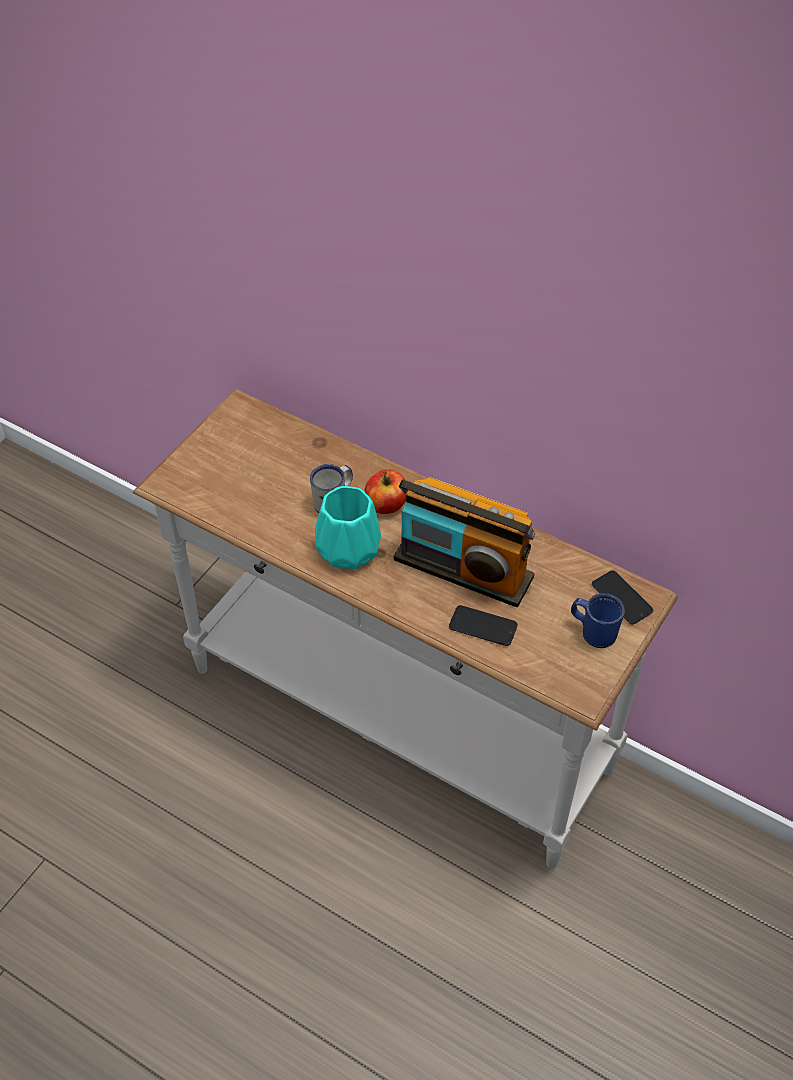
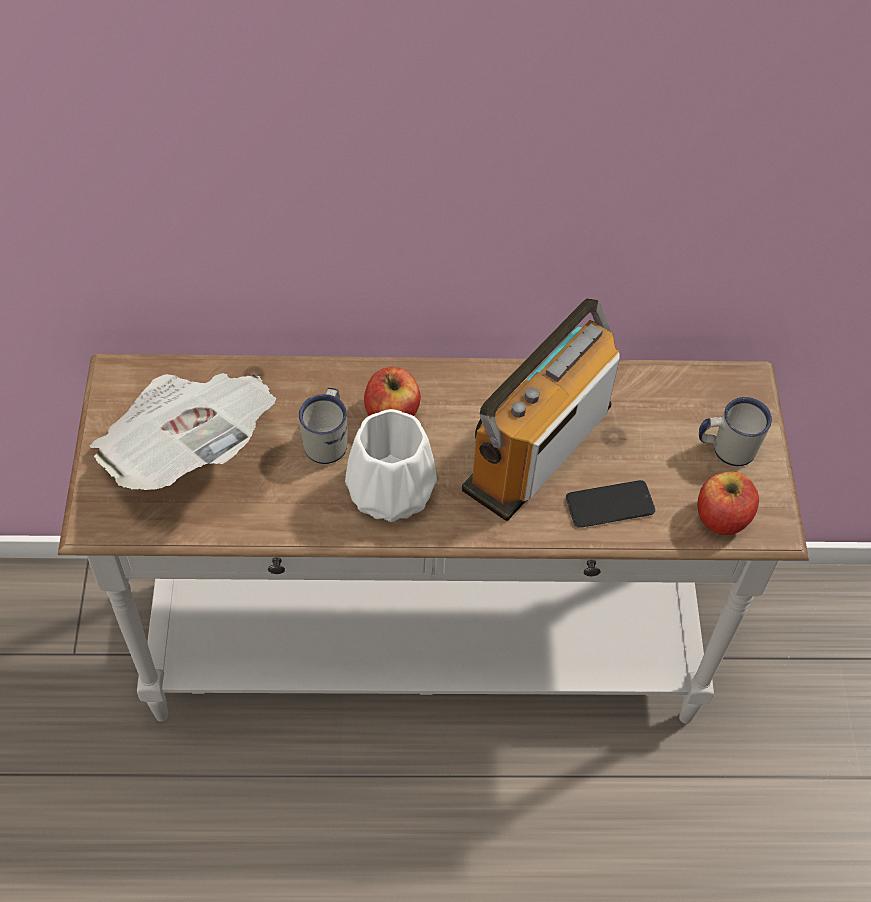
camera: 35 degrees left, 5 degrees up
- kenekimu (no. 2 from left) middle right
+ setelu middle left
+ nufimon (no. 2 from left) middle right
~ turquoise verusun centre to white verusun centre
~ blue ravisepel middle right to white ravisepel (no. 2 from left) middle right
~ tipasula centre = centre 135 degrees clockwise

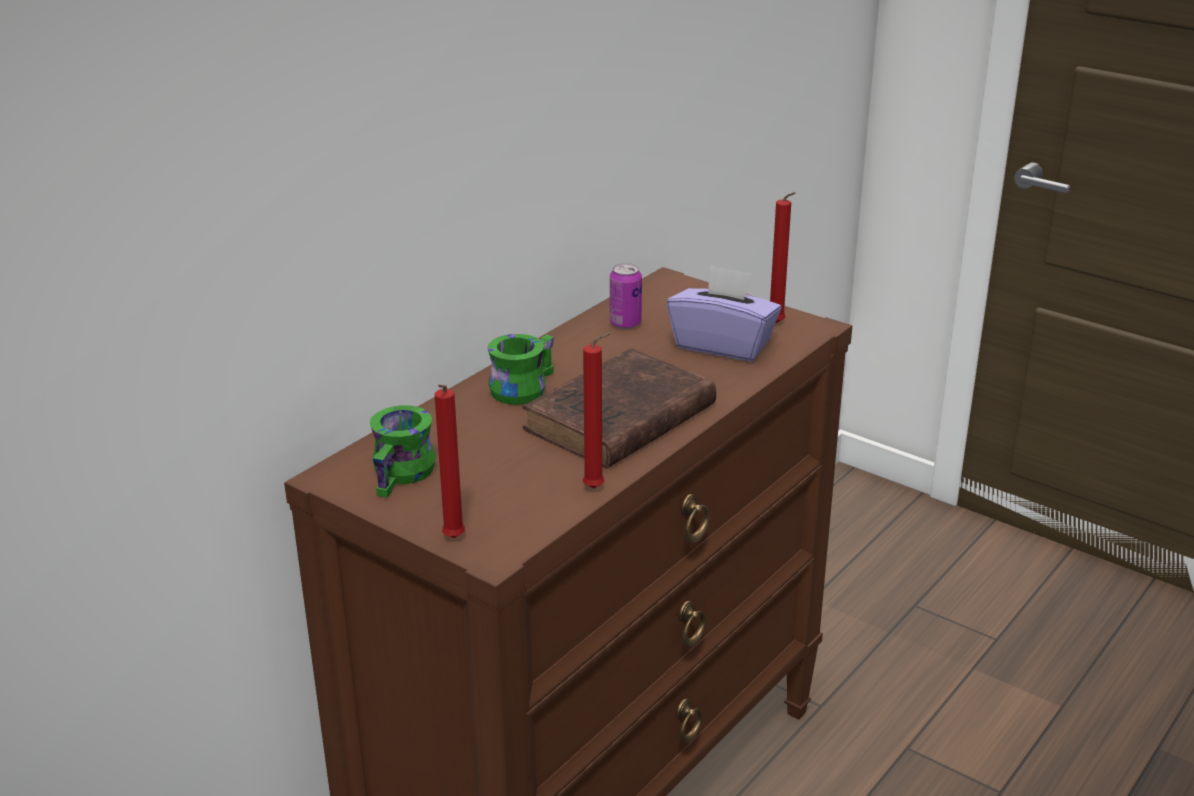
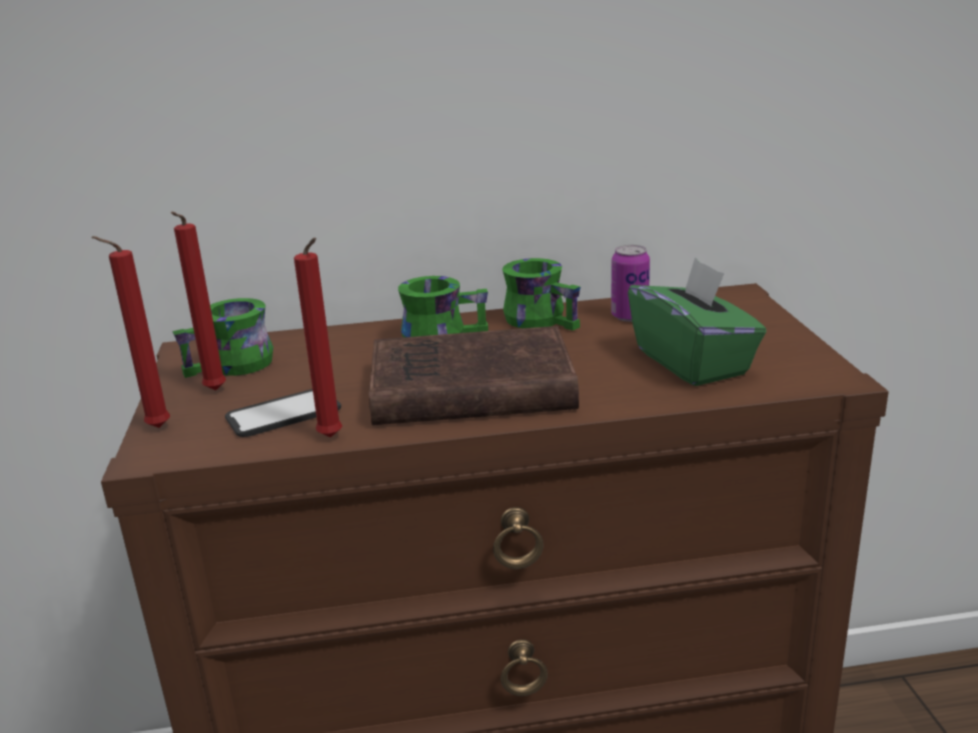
camera: 45 degrees right, 5 degrees down
+ kenekimu middle left
+ green ravisepel (no. 3 from left) centre
~ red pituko (no. 3 from left in the first image) top centre to red pituko (no. 2 from left) middle left
~ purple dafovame centre to green dafovame middle right

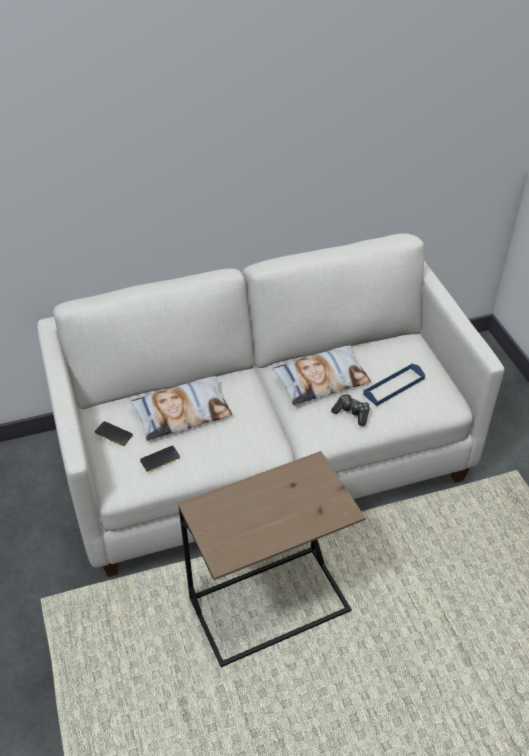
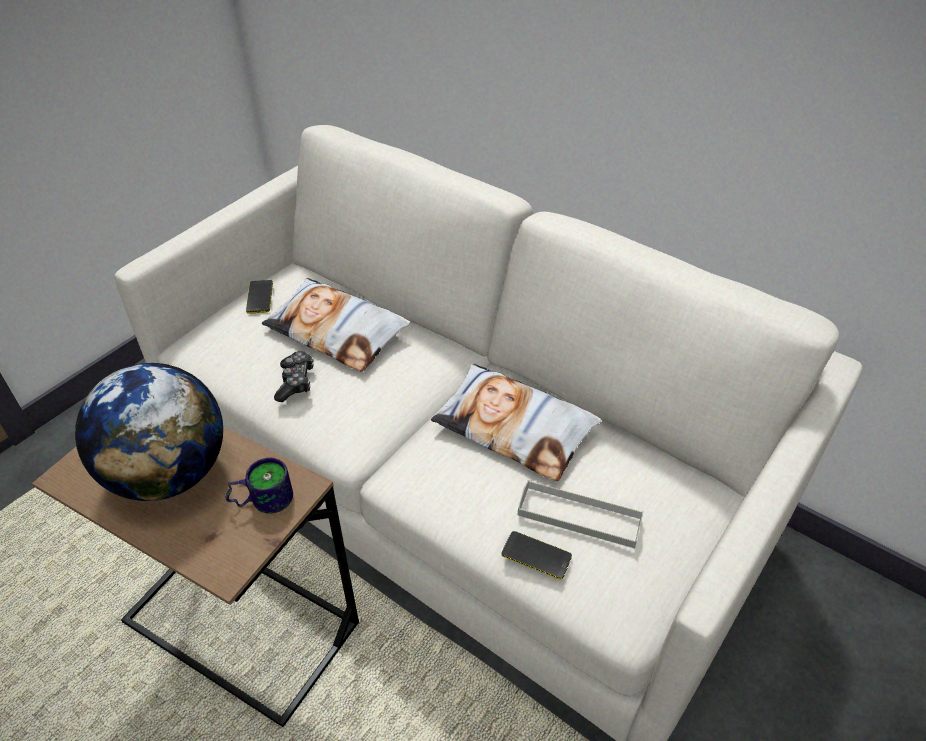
camera: 55 degrees right, 0 degrees up
+ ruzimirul middle left
+ ravisepel middle left
~ kenekimu (no. 2 from left) middle left to bottom centre
~ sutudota centre to middle left
~ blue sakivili middle right to grey sakivili bottom centre

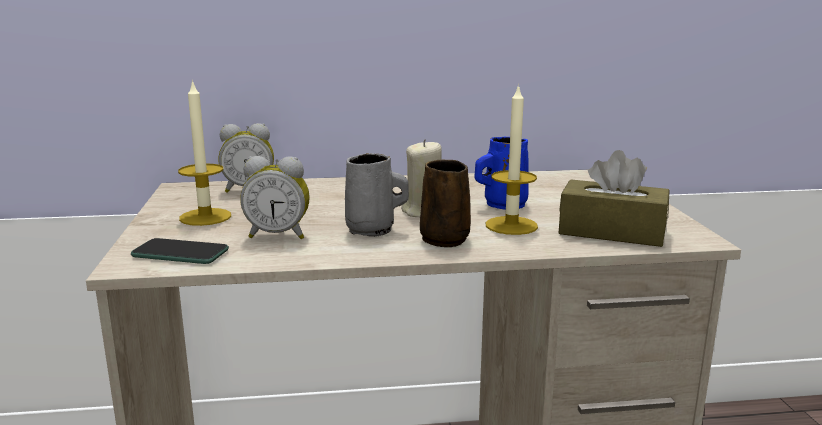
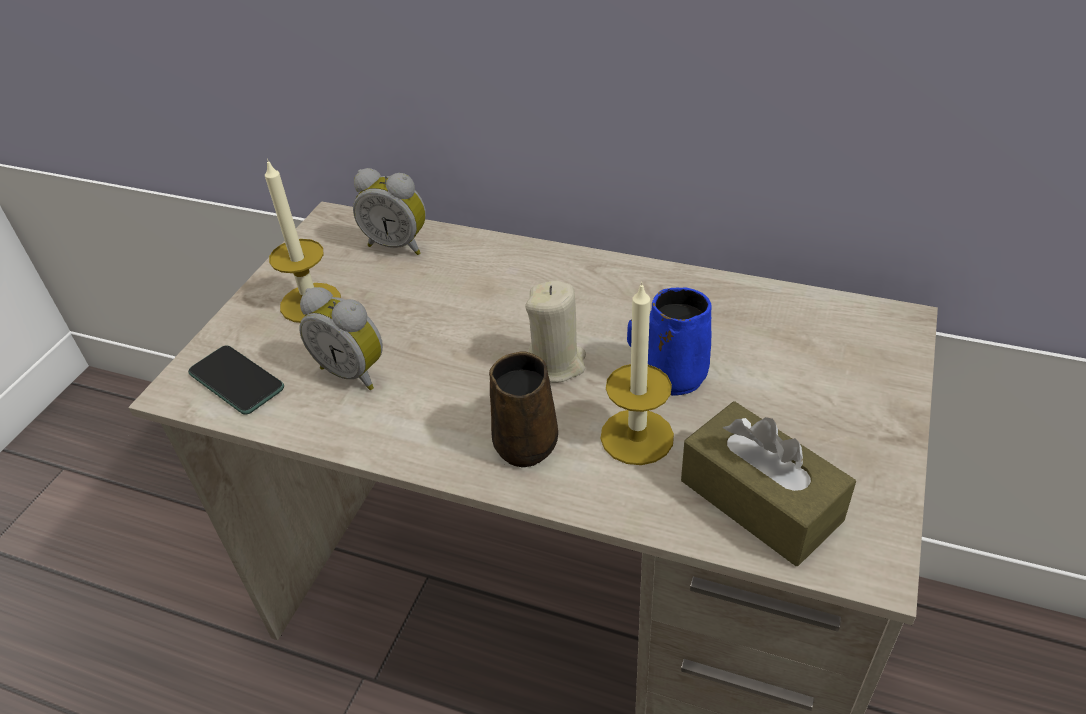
camera: 30 degrees right, 25 degrees up
- grey ravisepel centre

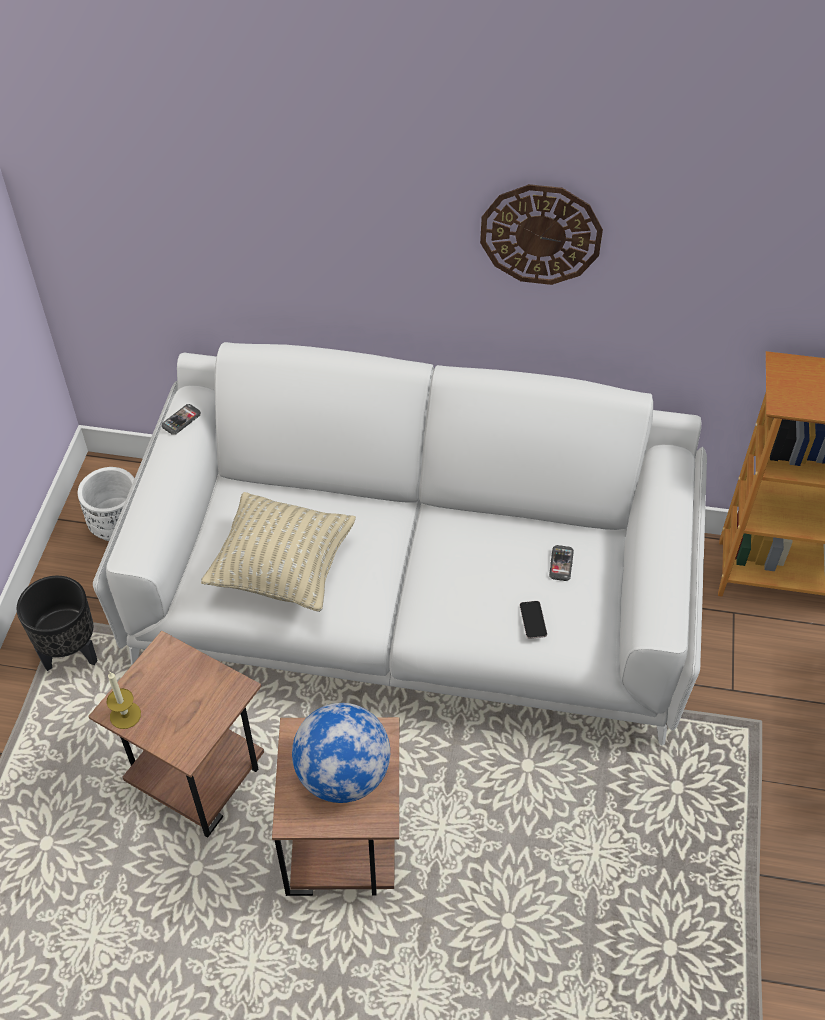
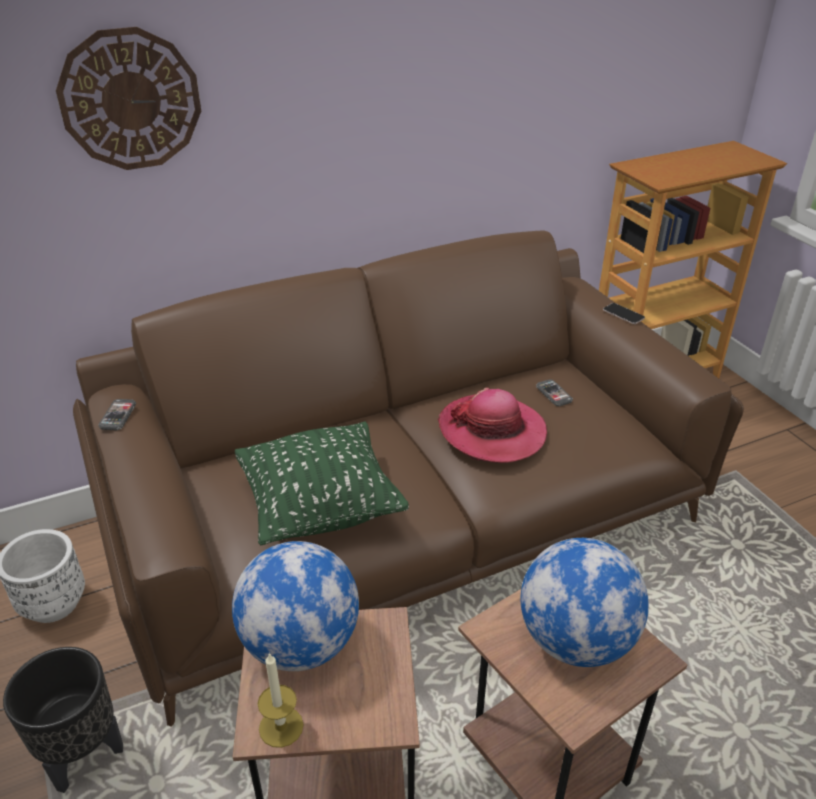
camera: 35 degrees left, 15 degrees down
+ ruzimirul (no. 1 from left) bottom centre
+ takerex centre
~ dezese top centre to top left
~ kenekimu (no. 2 from left in the first image) centre to kenekimu (no. 3 from left) middle right
~ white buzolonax centre to brown buzolonax centre
~ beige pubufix centre to green pubufix centre

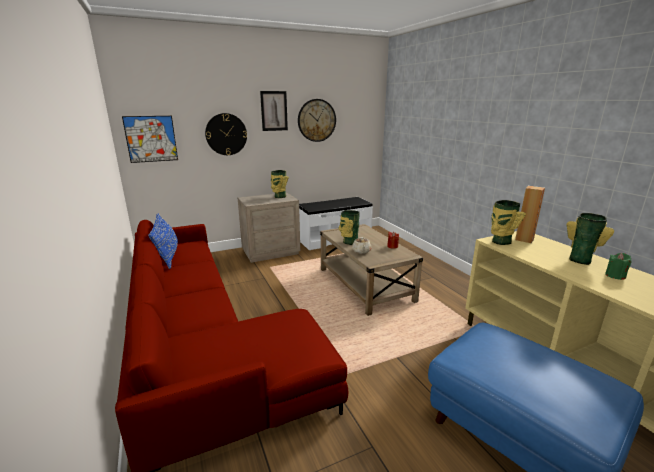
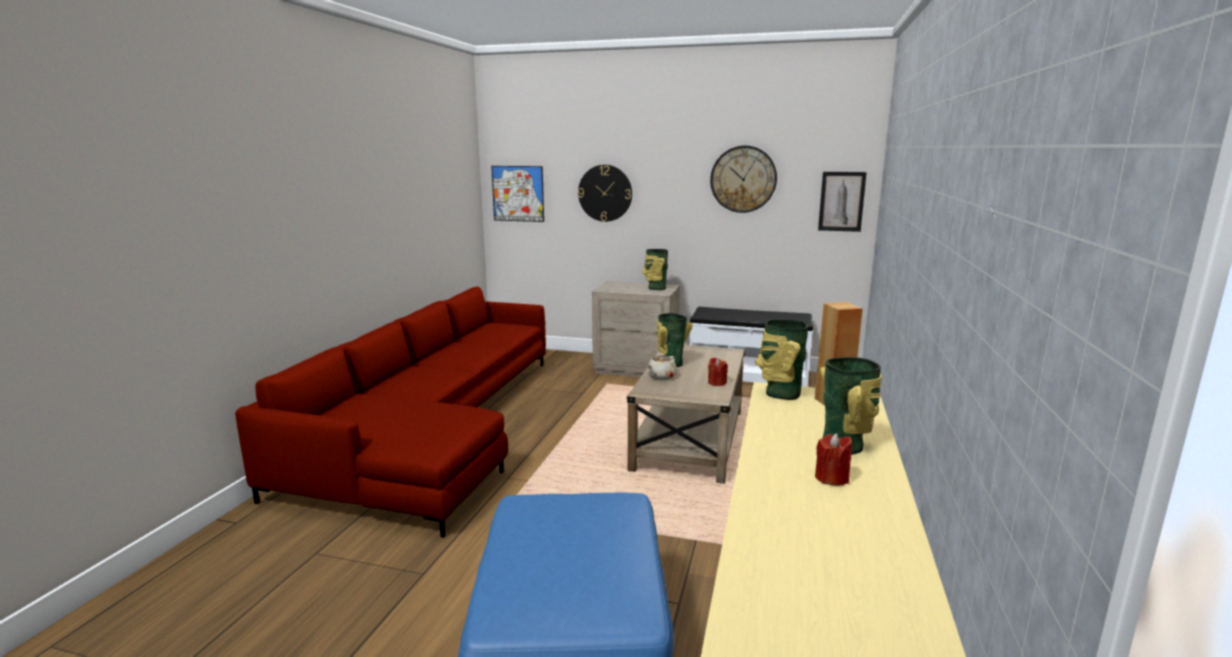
camera: 40 degrees right, 5 degrees down
- blue pubufix middle left
~ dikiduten (no. 2 from left) top centre to top right
~ green pituko middle right to red pituko (no. 2 from left) bottom right

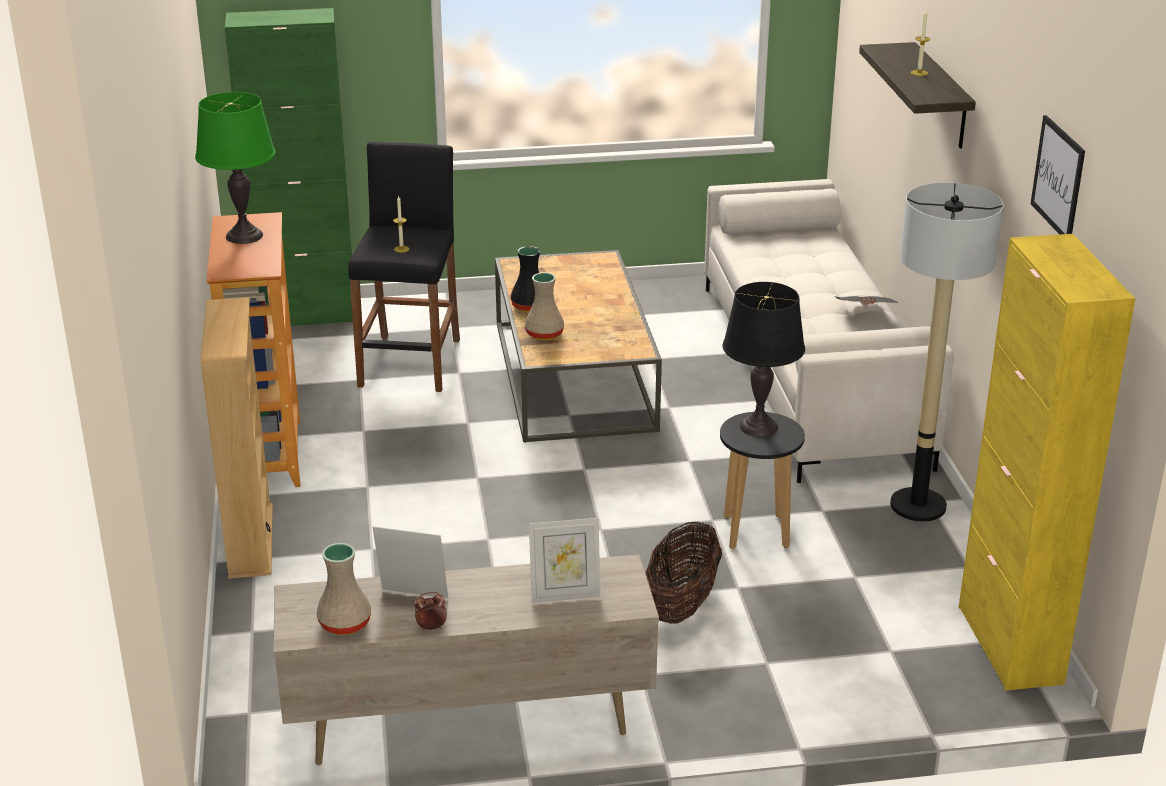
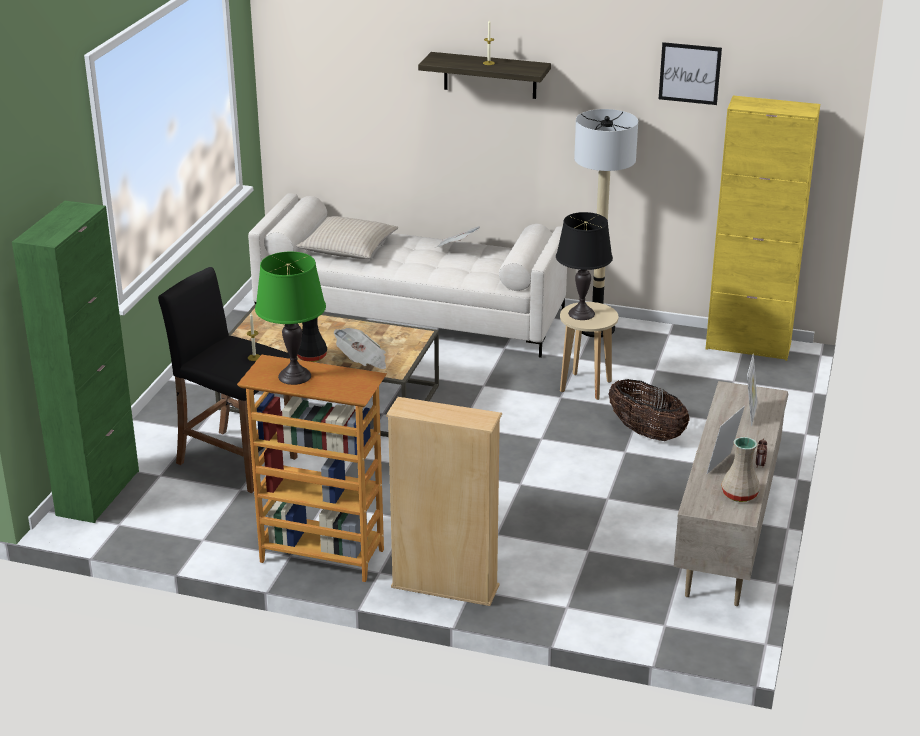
camera: 65 degrees left, 0 degrees up
+ beige pubufix top centre
~ beige verusun (no. 2 from left) centre to setelu (no. 1 from left) centre
~ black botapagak (no. 2 from left) centre to beige botapagak centre

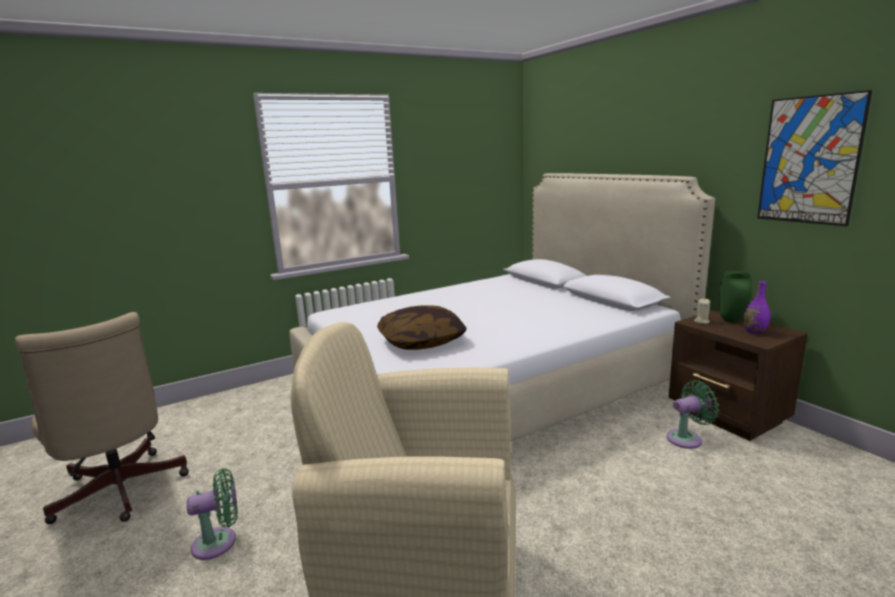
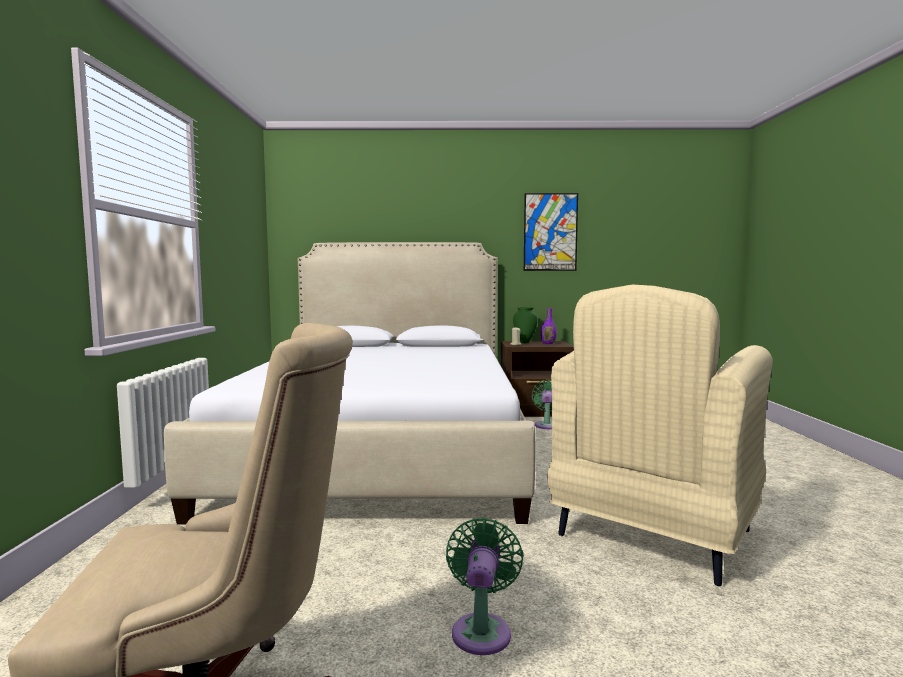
camera: 60 degrees left, 10 degrees down
- pubufix centre

